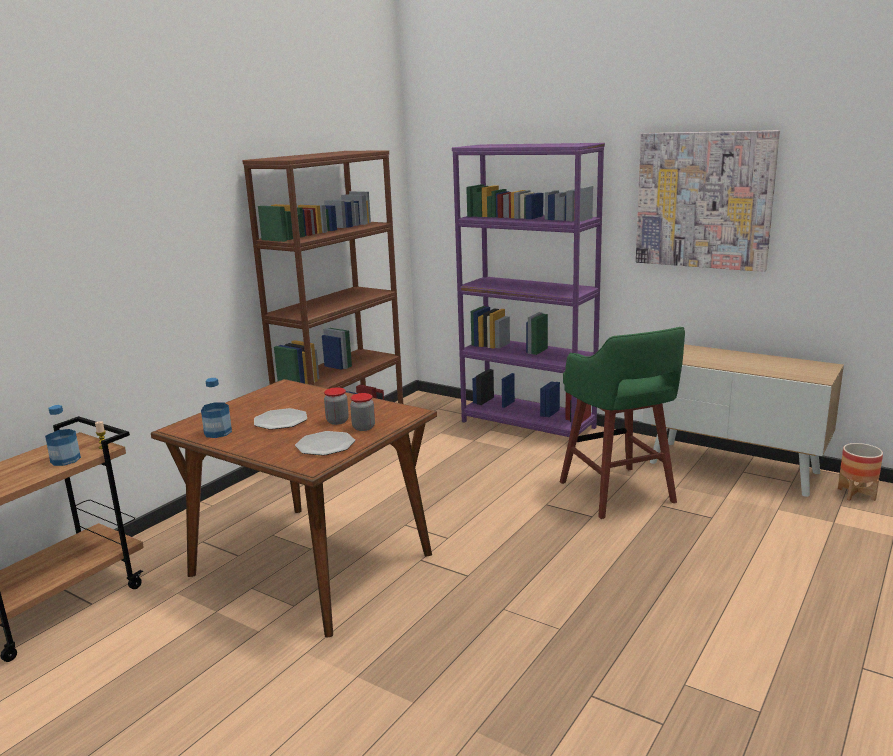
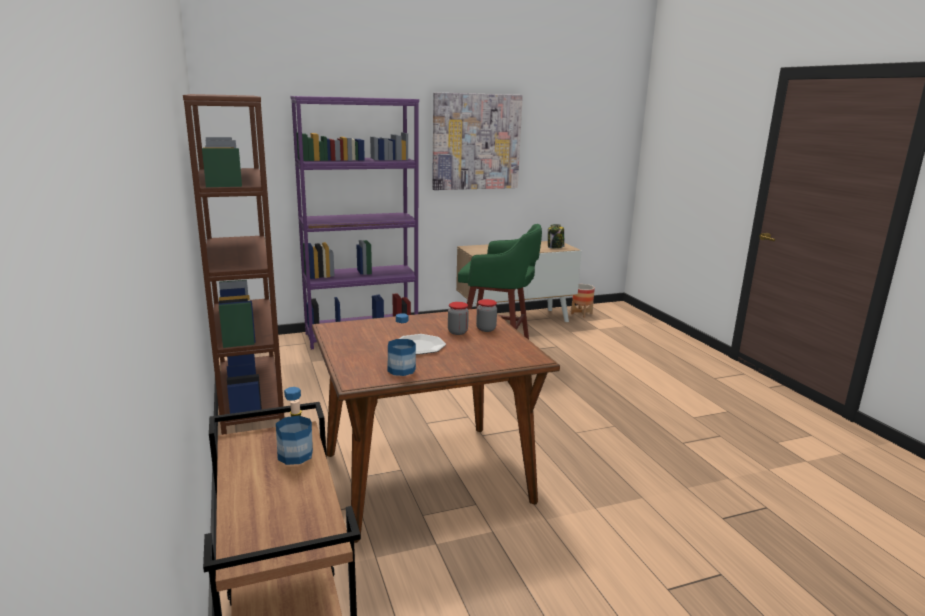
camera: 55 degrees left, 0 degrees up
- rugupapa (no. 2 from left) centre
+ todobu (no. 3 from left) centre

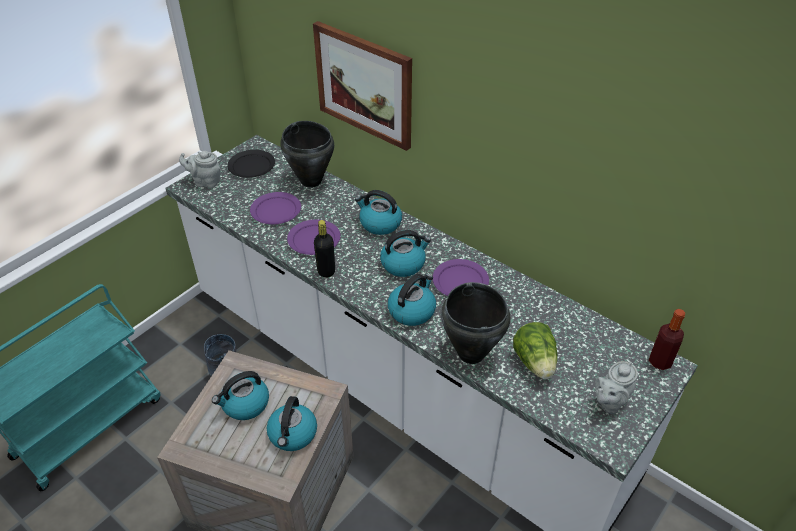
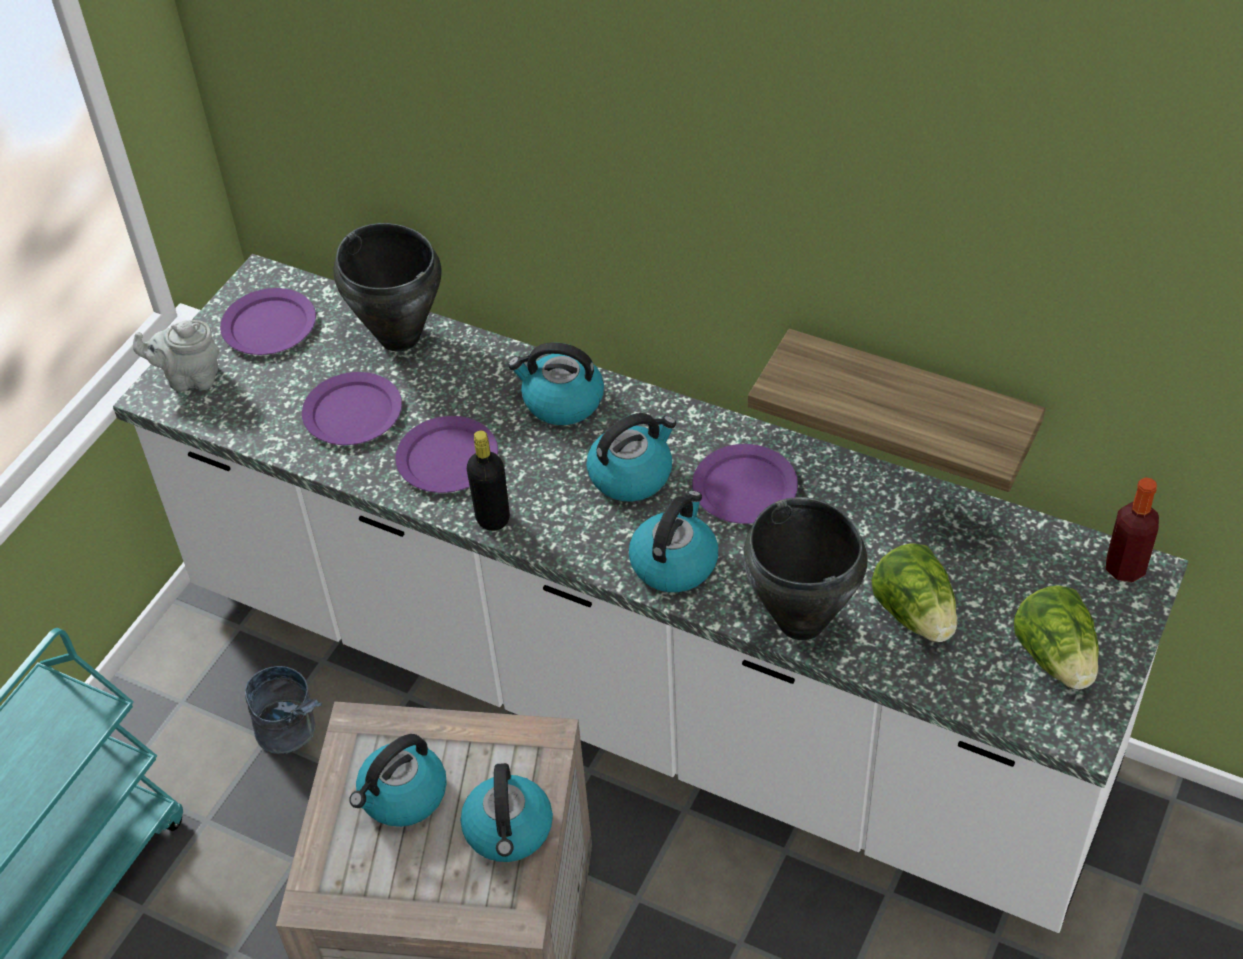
camera: 10 degrees left, 5 degrees up
- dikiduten top centre
+ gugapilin middle right
~ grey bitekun (no. 2 from left) bottom right to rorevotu (no. 2 from left) middle right
~ black rugupapa top left to purple rugupapa (no. 1 from left) middle left

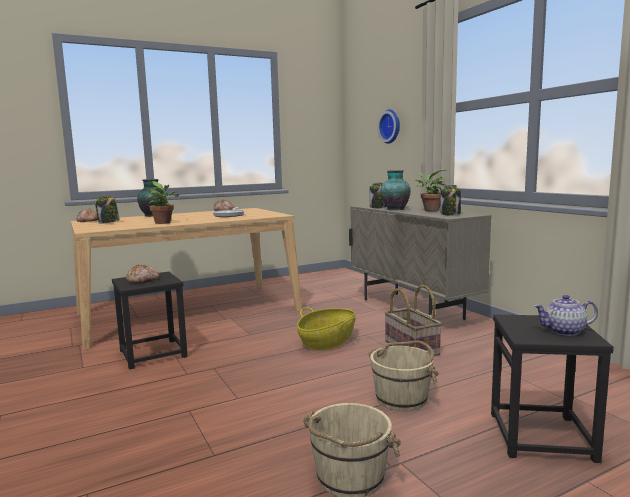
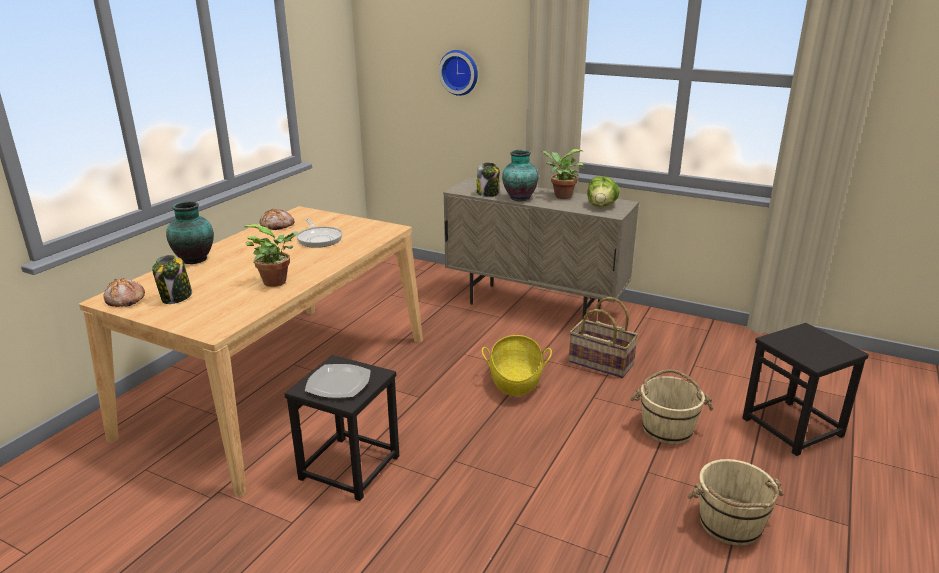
camera: 35 degrees left, 15 degrees up
- bitekun middle right
~ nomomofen (no. 2 from left) middle left to rugupapa centre
~ todobu (no. 3 from left) middle right to rorevotu centre

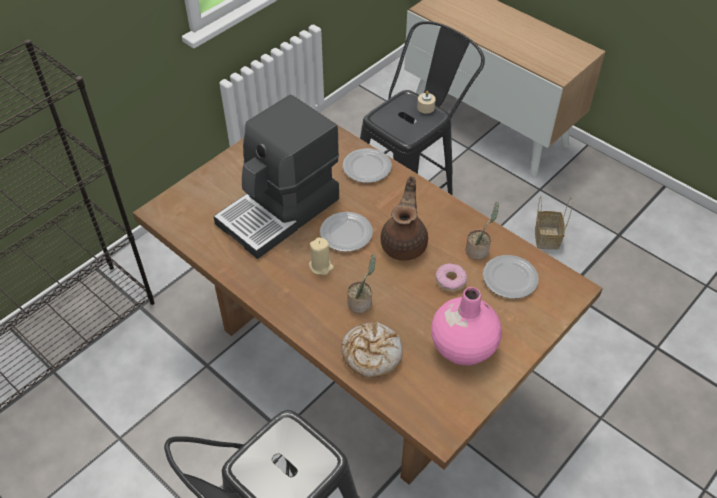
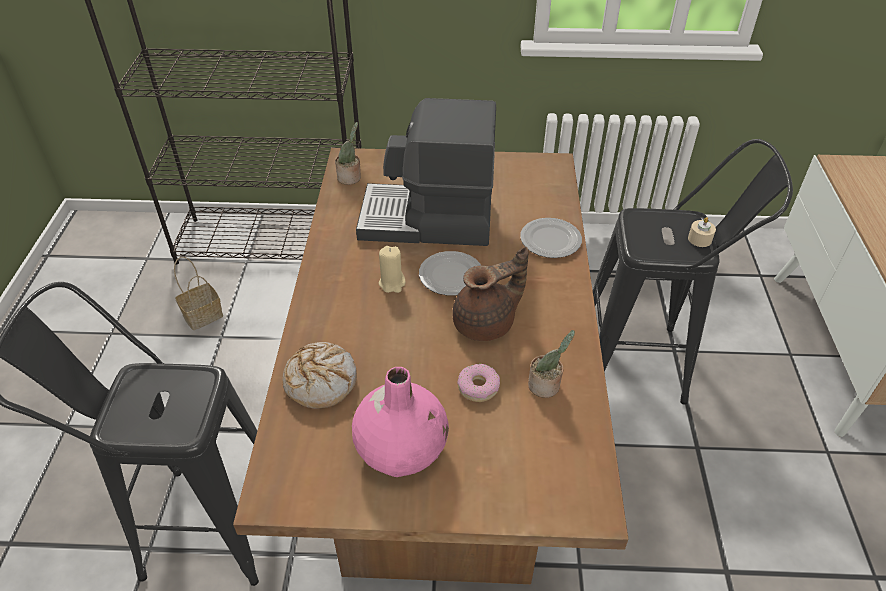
camera: 50 degrees right, 5 degrees down
- rugupapa (no. 3 from left) middle right
~ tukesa (no. 1 from left) centre to top centre
~ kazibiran middle right to middle left

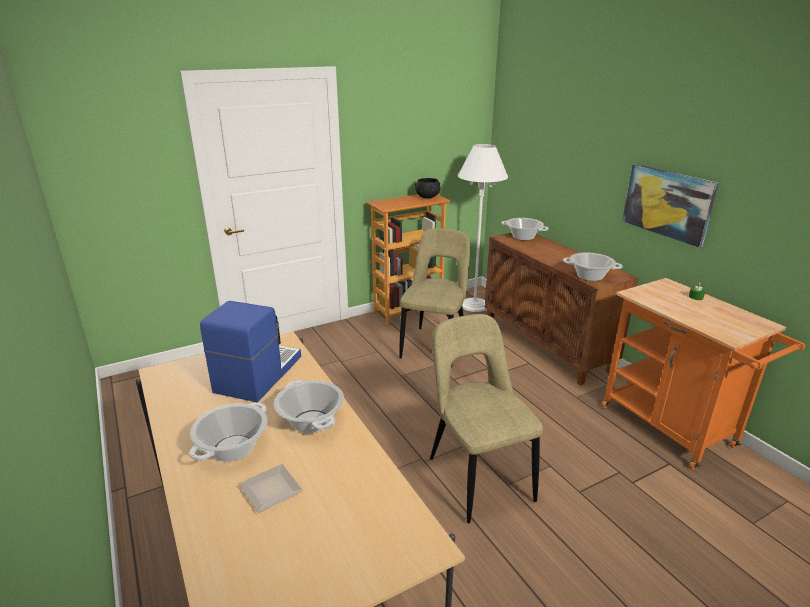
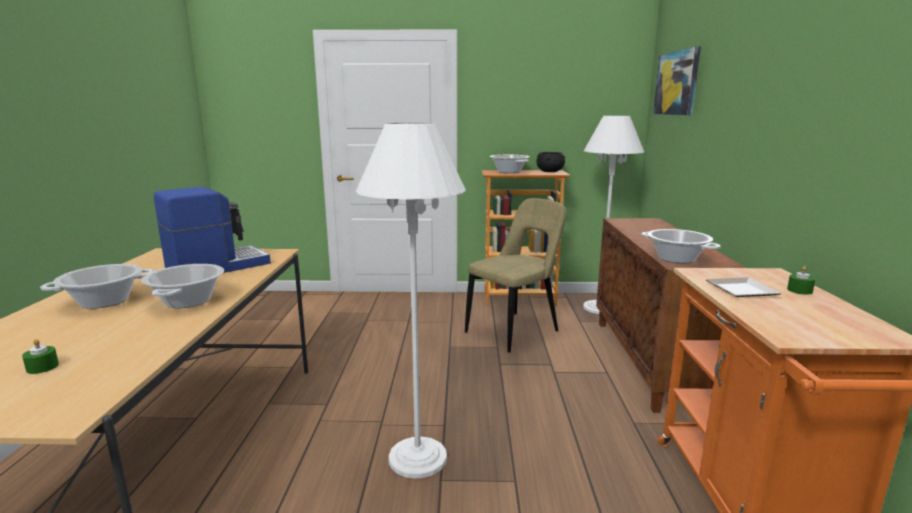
camera: 30 degrees right, 10 degrees down
+ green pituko (no. 1 from left) bottom left
~ rugupapa bottom centre to middle right
~ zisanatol (no. 3 from left) centre to top centre
~ dikiduten middle right to top right
~ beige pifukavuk (no. 2 from left) bottom centre to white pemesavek (no. 1 from left) centre

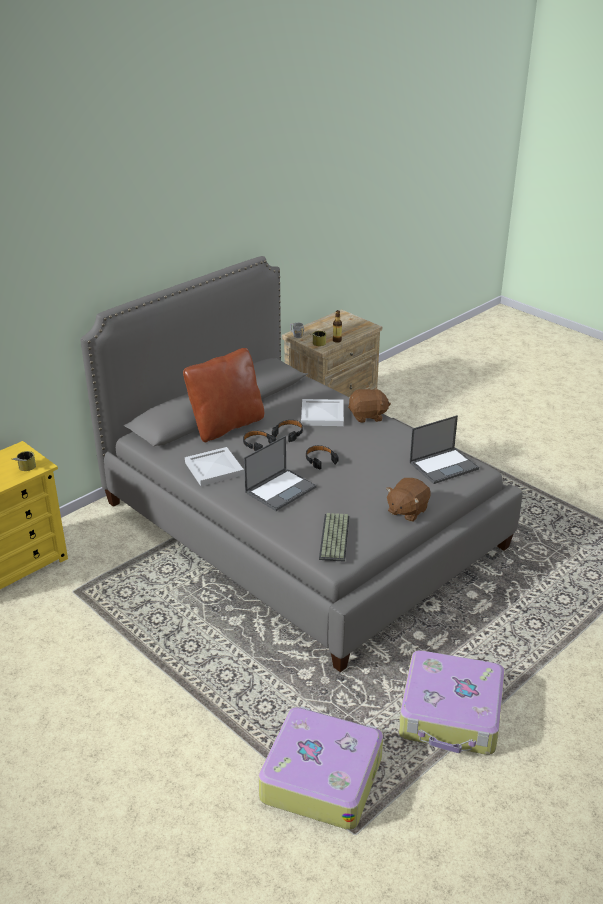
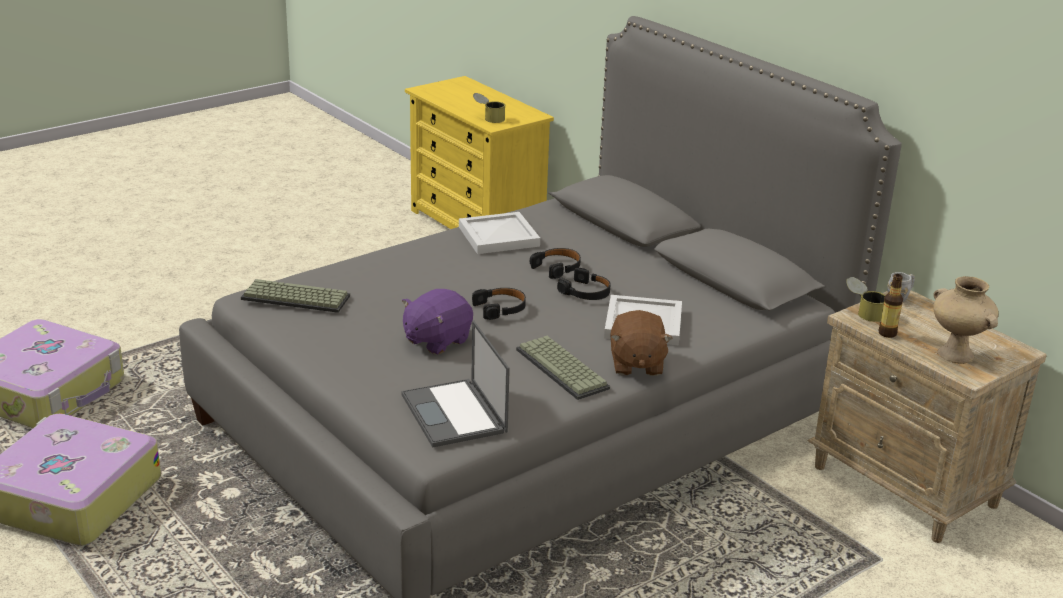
camera: 95 degrees right, 5 degrees down
- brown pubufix centre
- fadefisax (no. 1 from left) centre
- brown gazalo (no. 2 from left) middle right
+ purple gazalo centre
+ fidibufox (no. 2 from left) centre
+ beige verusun middle right

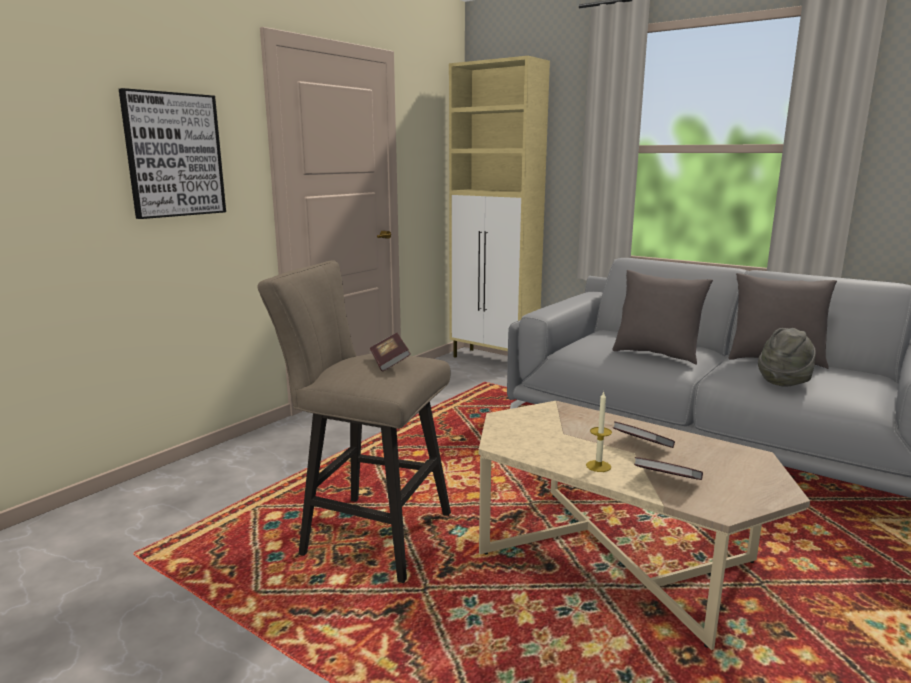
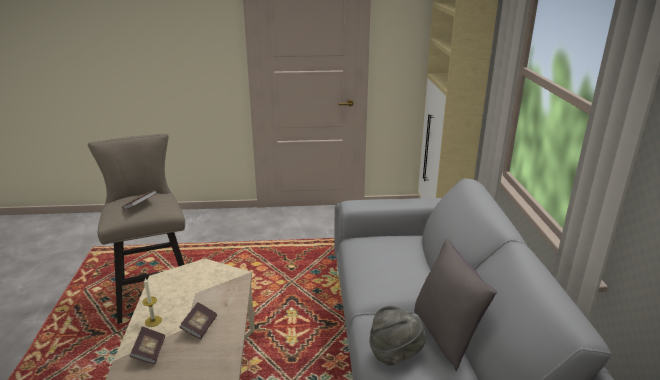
camera: 50 degrees right, 10 degrees up
- dikiduten top left
- grey pubufix (no. 1 from left) middle right

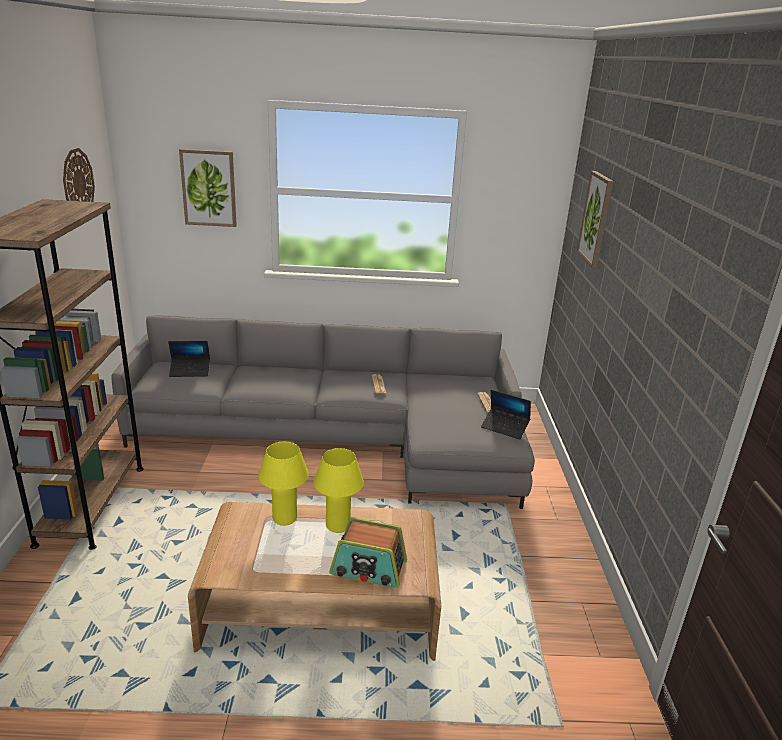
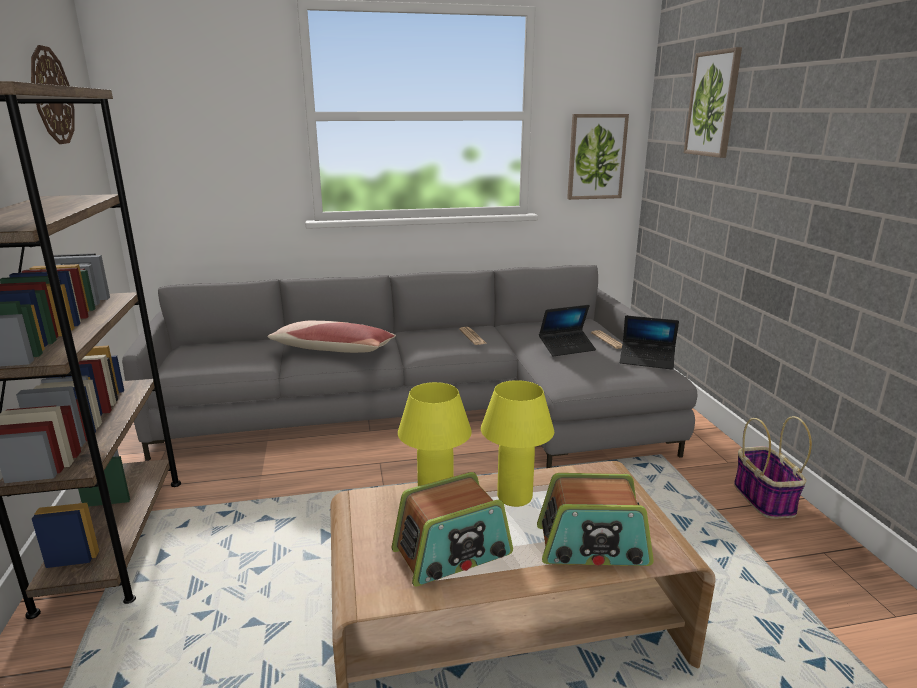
camera: 10 degrees left, 5 degrees down
+ pubufix centre
+ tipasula (no. 1 from left) bottom centre
+ kazibiran bottom right
~ fadefisax (no. 1 from left) middle left to centre
~ dikiduten (no. 1 from left) top left to top centre

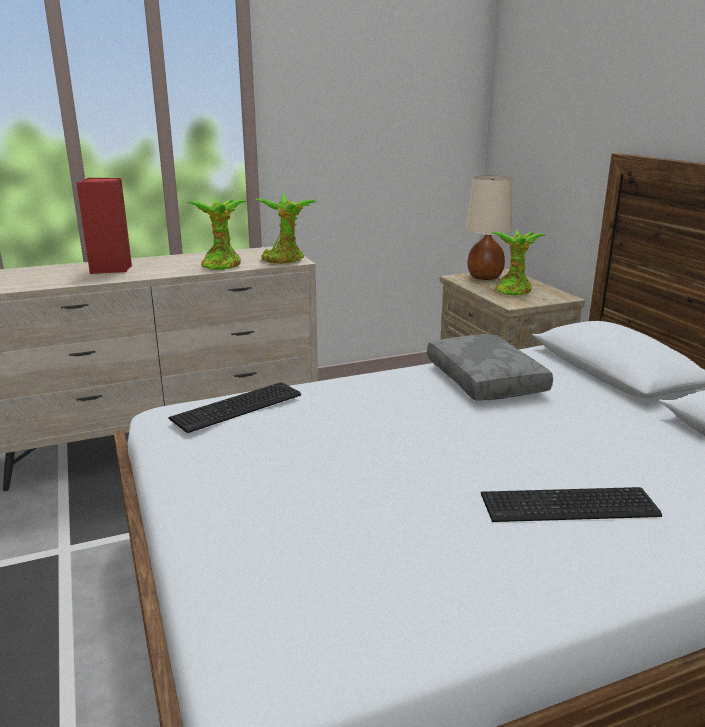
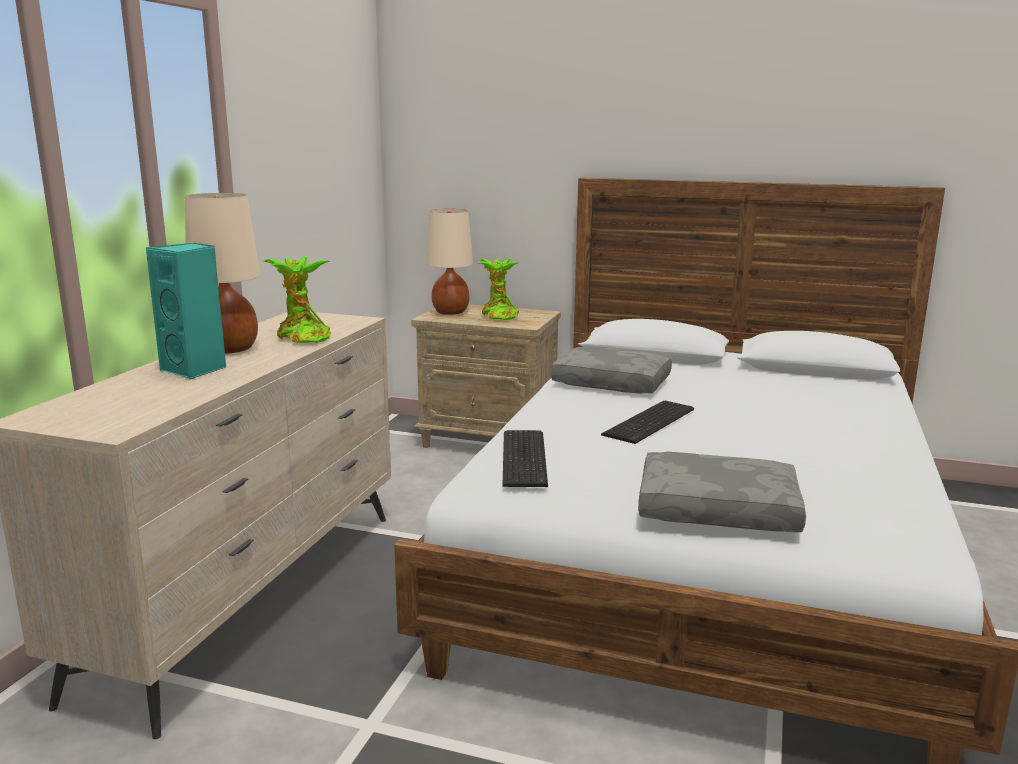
camera: 50 degrees left, 5 degrees down
- tukesa (no. 2 from left) top centre
+ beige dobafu (no. 1 from left) middle left
+ grey pubufix (no. 2 from left) middle right
~ fidibufox (no. 2 from left) bottom right to centre
~ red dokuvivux top left to turquoise dokuvivux middle left

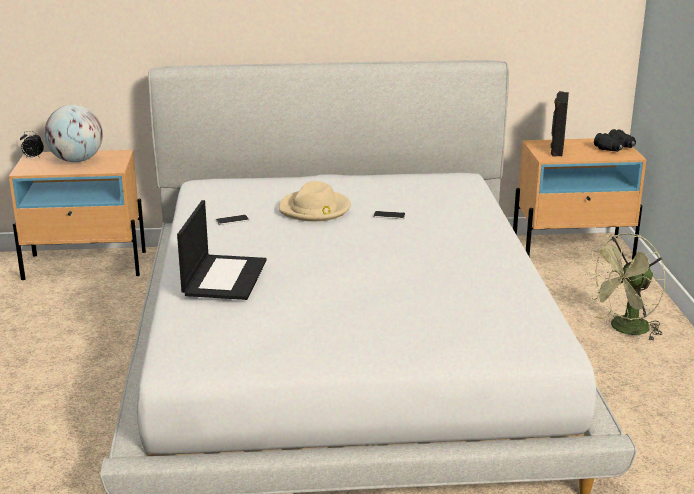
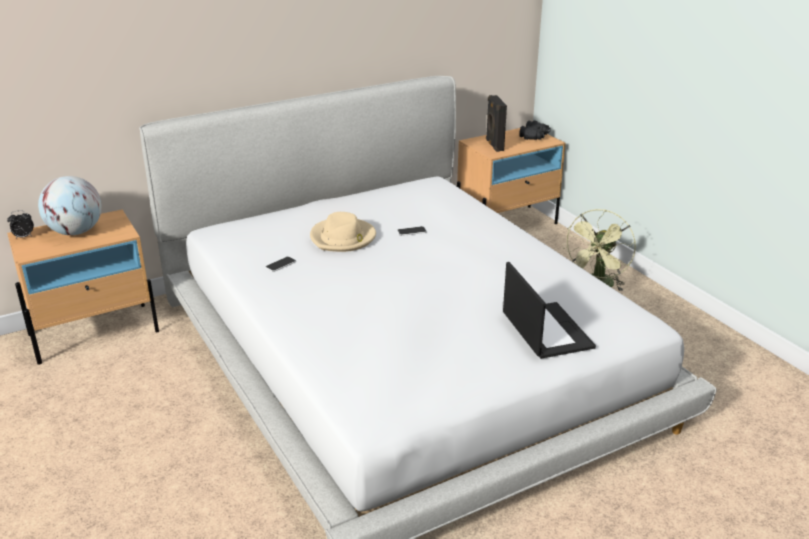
camera: 25 degrees left, 5 degrees up
~ fadefisax middle left to middle right

